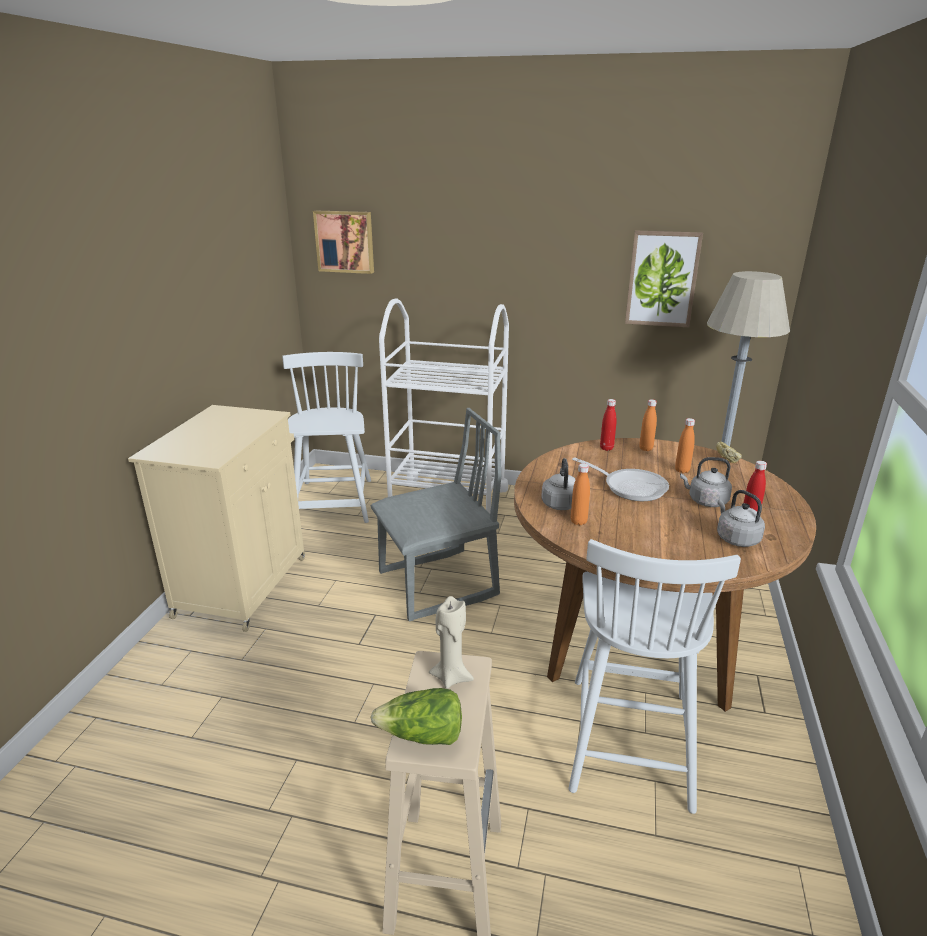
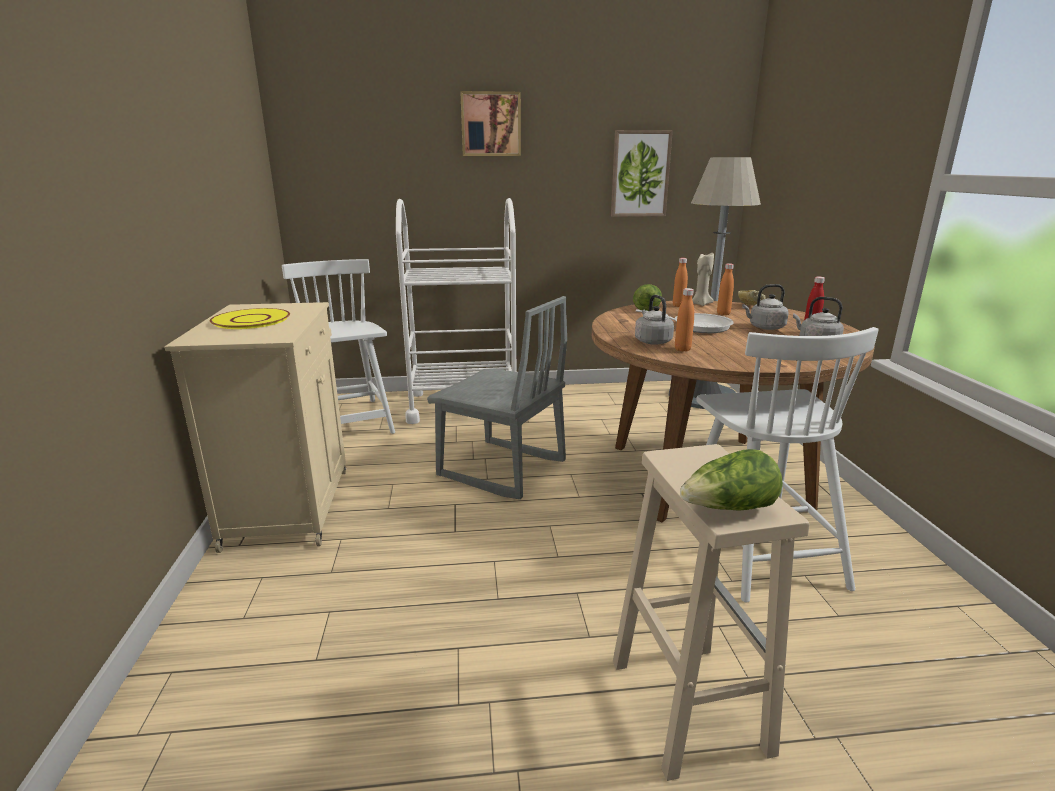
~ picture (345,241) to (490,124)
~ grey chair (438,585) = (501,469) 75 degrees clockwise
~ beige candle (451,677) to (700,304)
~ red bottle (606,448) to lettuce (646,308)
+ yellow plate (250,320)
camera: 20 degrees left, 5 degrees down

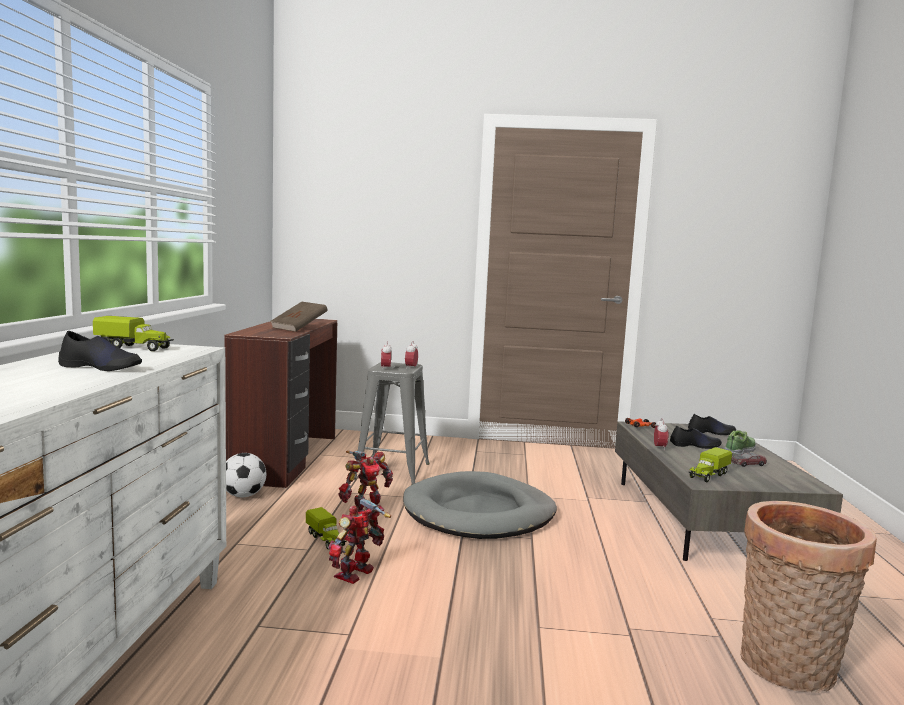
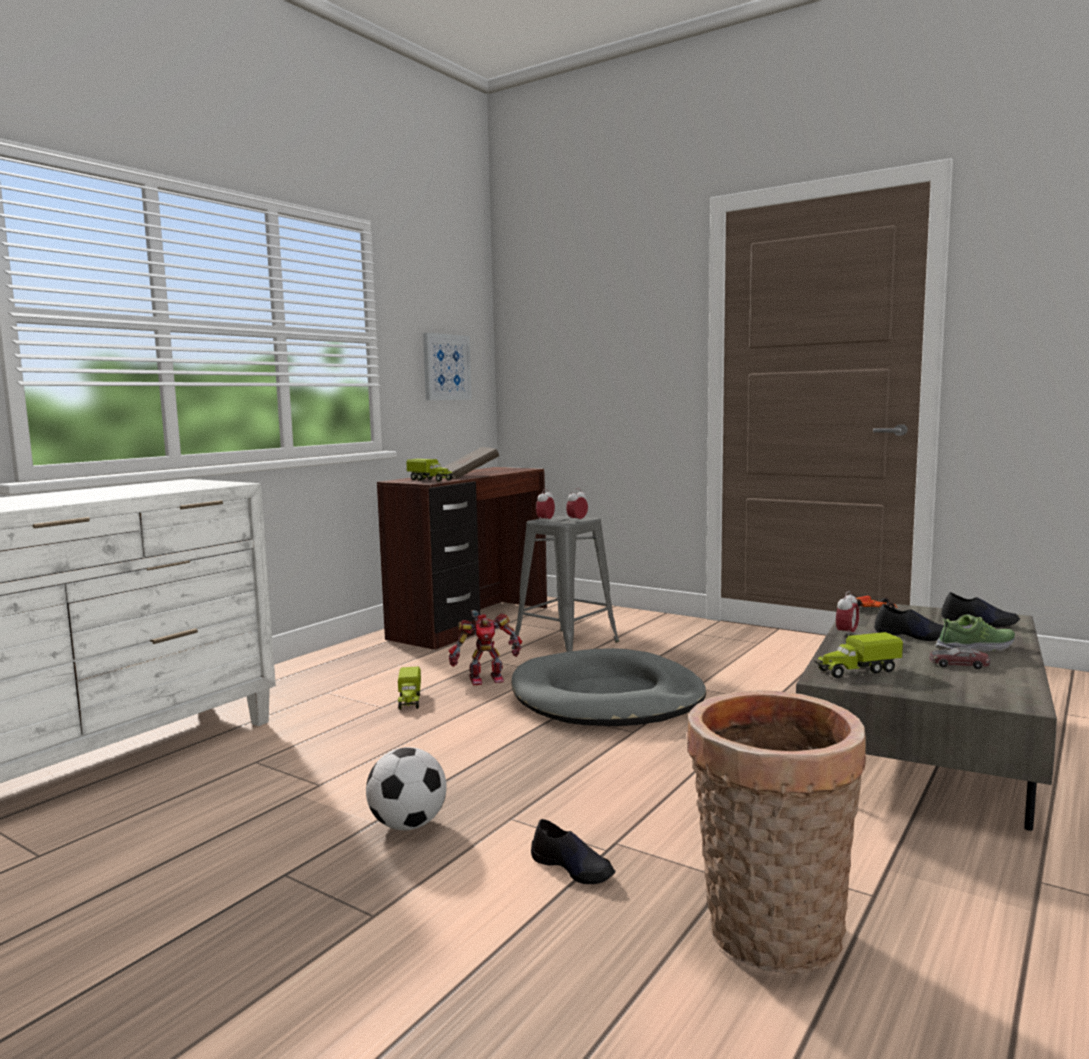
~ black shoe (101,367) to (573,867)
~ toy truck (134,348) to (431,480)
~ football (243,495) to (408,825)
- toy robot (356,574)
+ picture (446,367)
camera: 30 degrees right, 0 degrees up

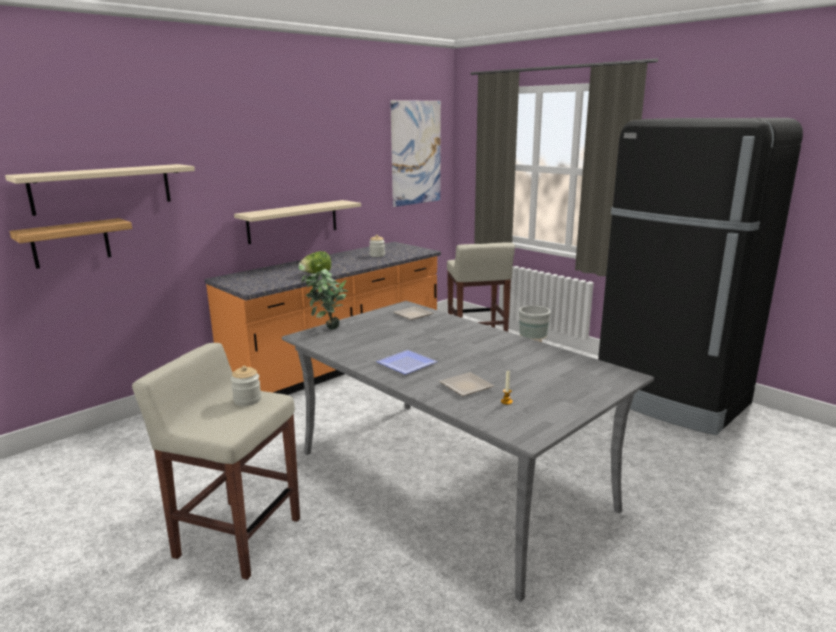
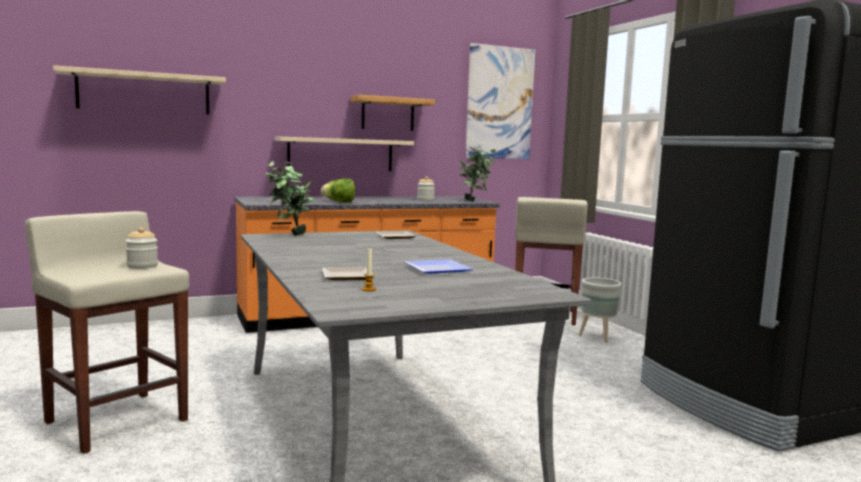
~ shelf (71,243) to (387,114)
~ plate (406,365) to (436,270)
+ potted plant (475,201)
camera: 20 degrees right, 10 degrees down

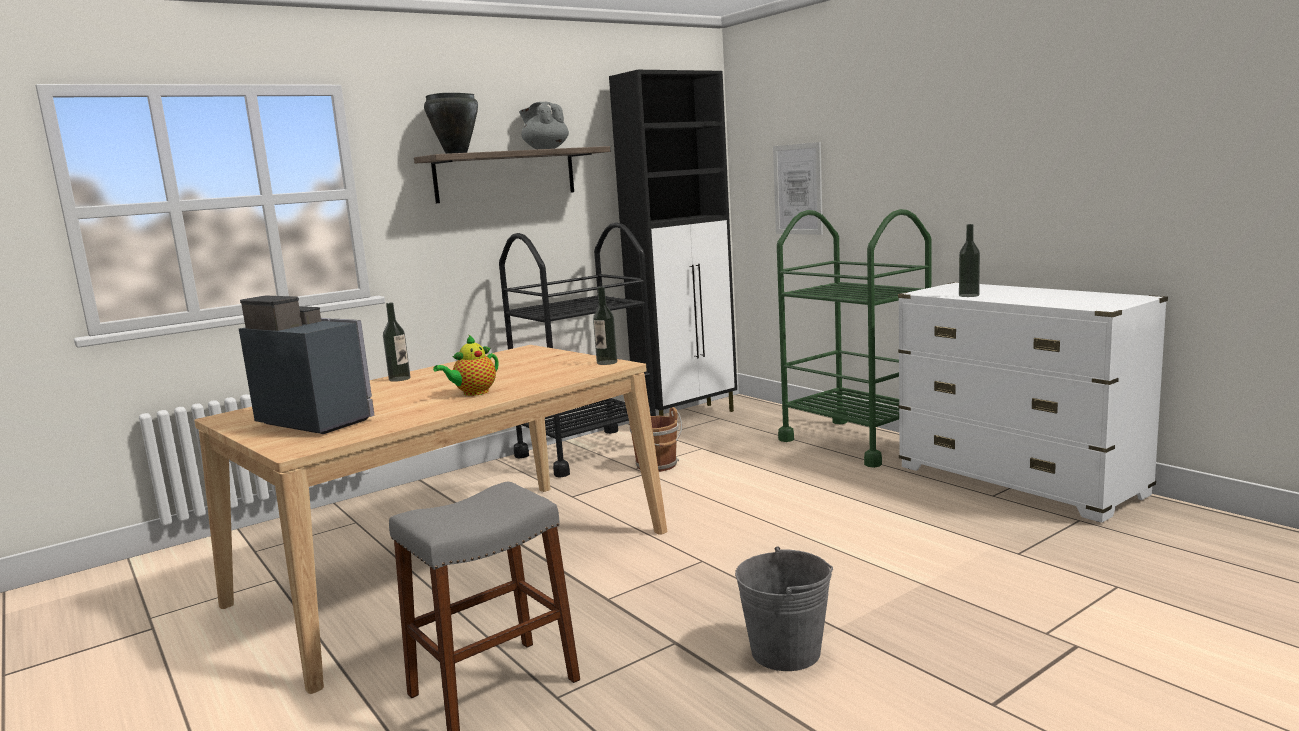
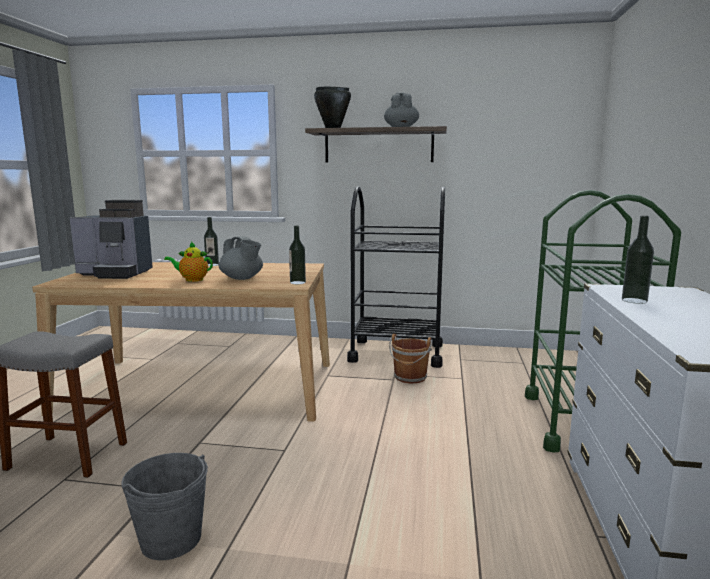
~ coffee machine (318,420) = (116,273) 105 degrees clockwise
- black cabinet (688,417)
- picture (798,189)
+ grey teapot (242,278)
camera: 45 degrees right, 0 degrees up

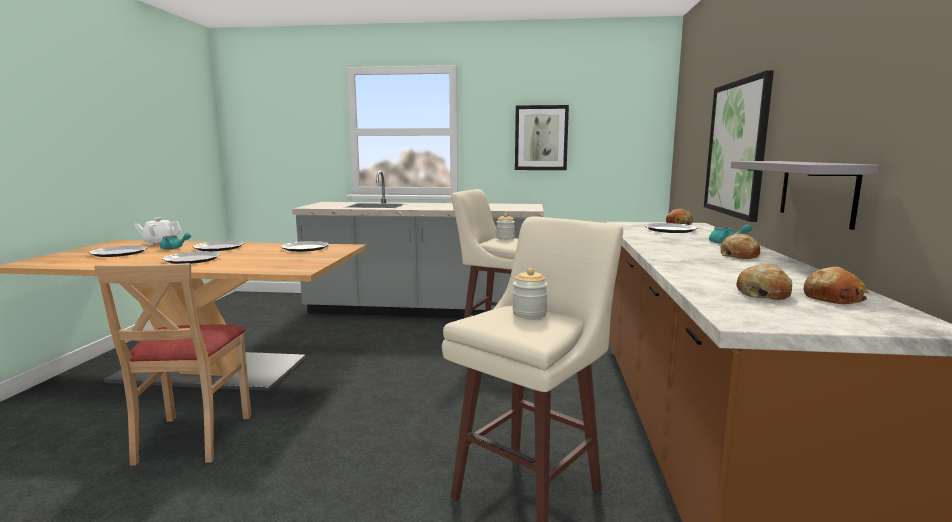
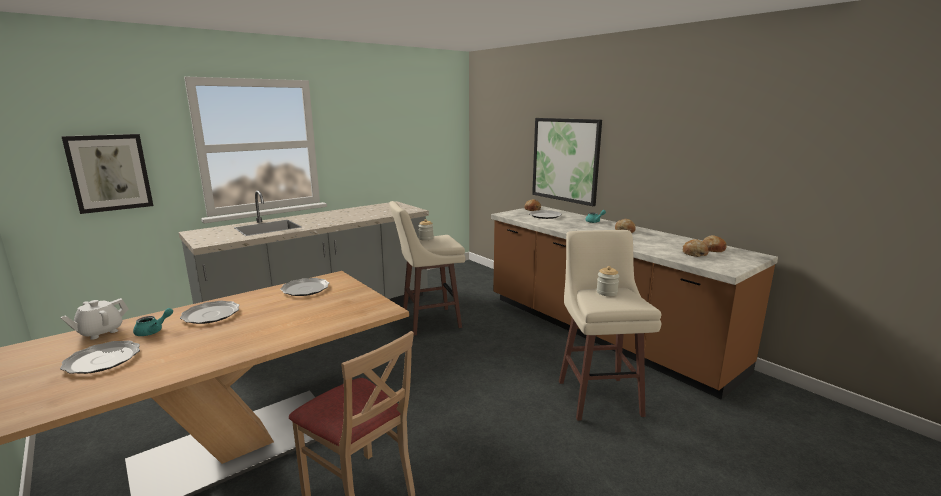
- plate (192,260)
~ picture (541,138) to (110,172)
- grey shelf (817,191)
camera: 45 degrees left, 5 degrees up

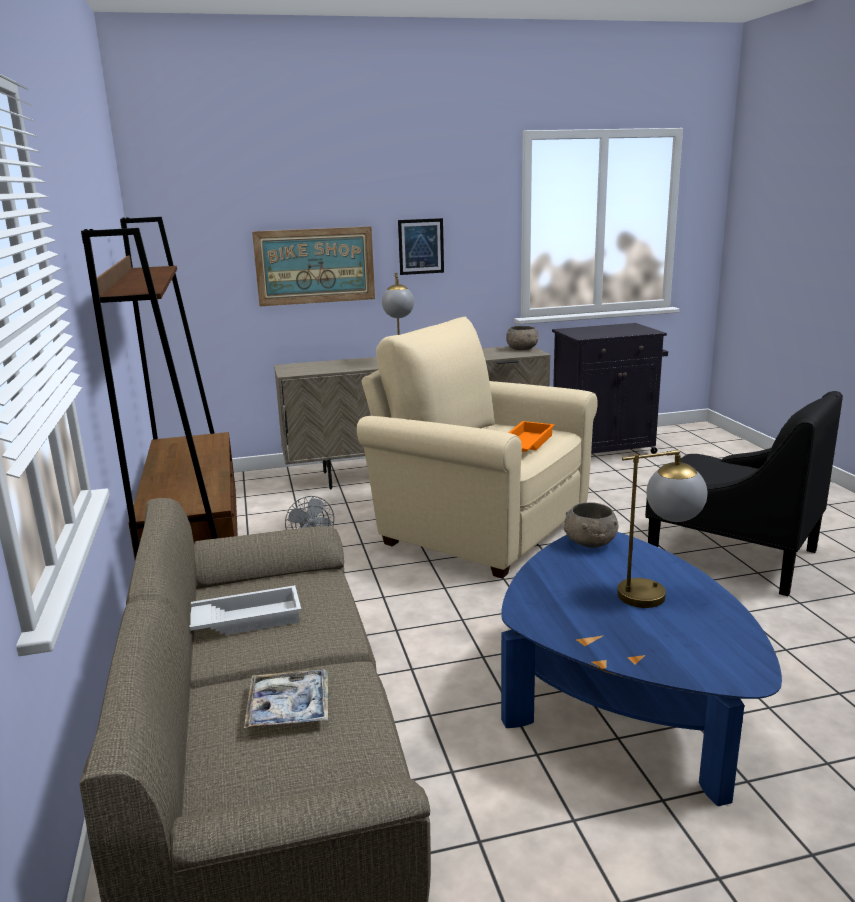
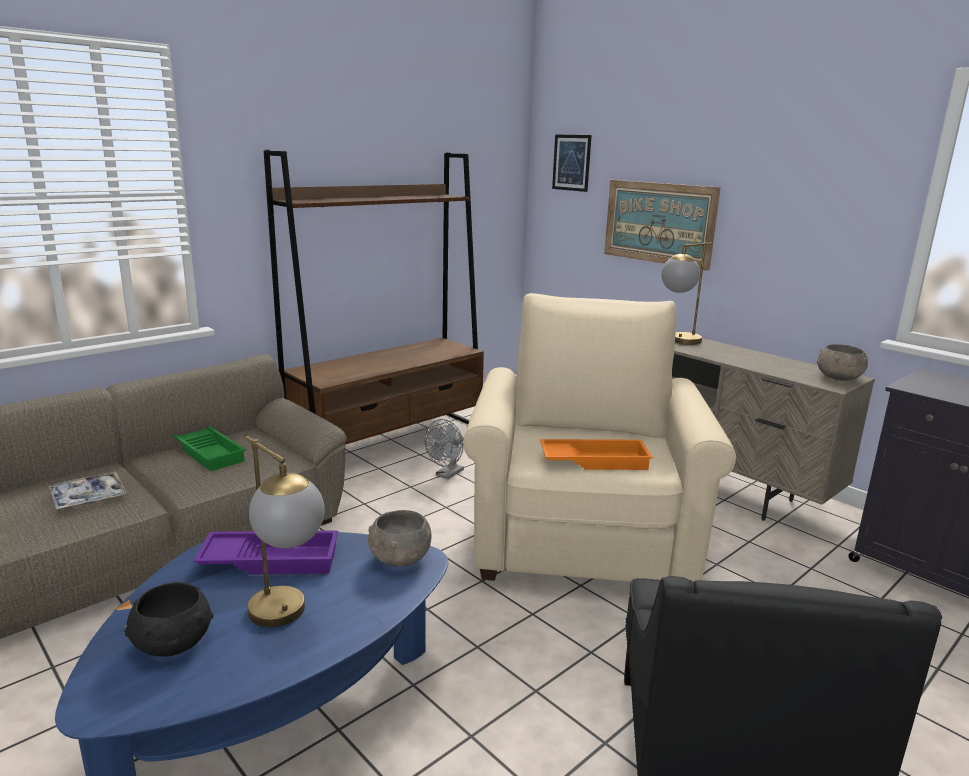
~ white tray (240,619) to green tray (209,451)
~ picture (421,246) to (571,162)
+ black bowl (173,644)
+ purple tray (271,559)
camera: 60 degrees right, 0 degrees up

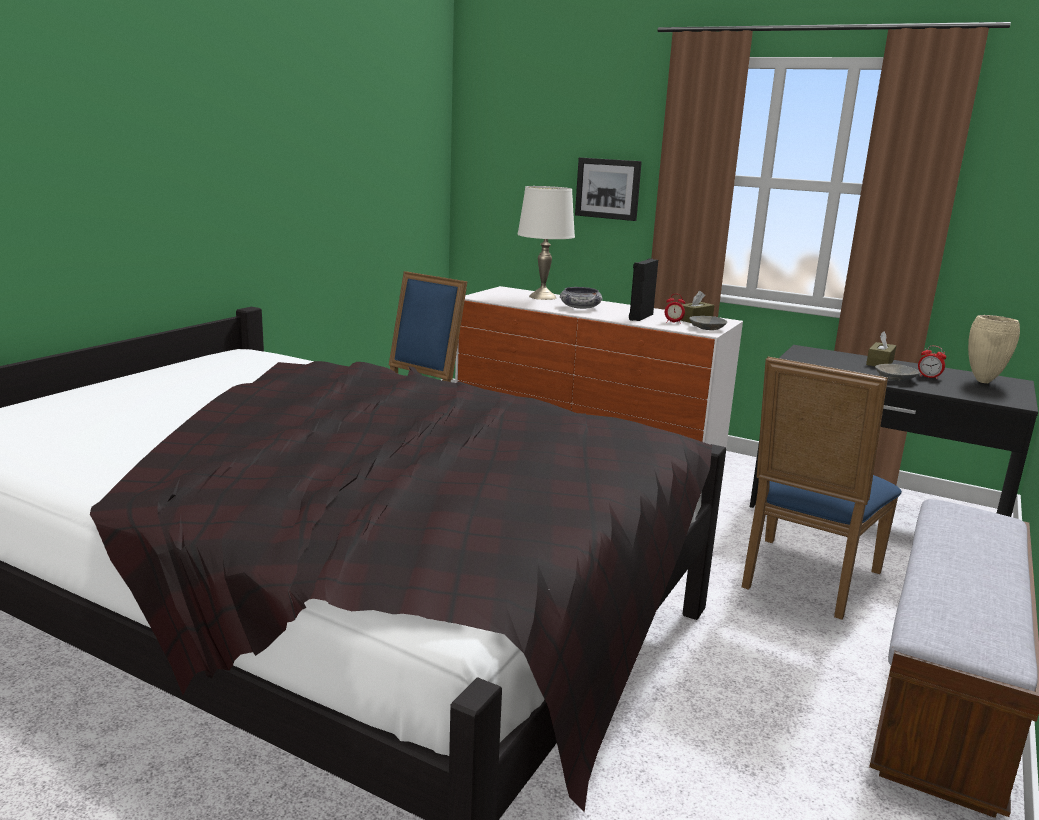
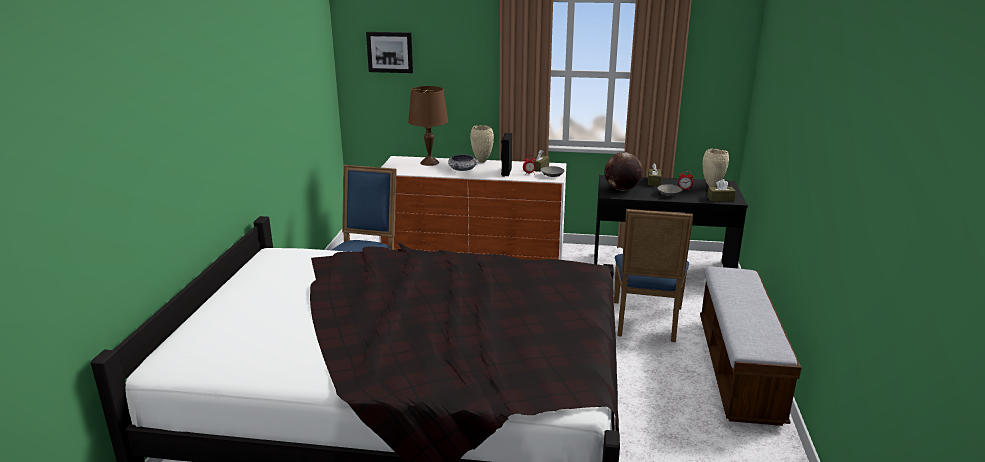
~ white table lamp (543,297) to brown table lamp (429,162)
~ picture (608,188) to (390,52)
+ beige vase (482,161)
+ globe (621,189)
+ brown tissue box (720,198)
camera: 20 degrees left, 5 degrees up

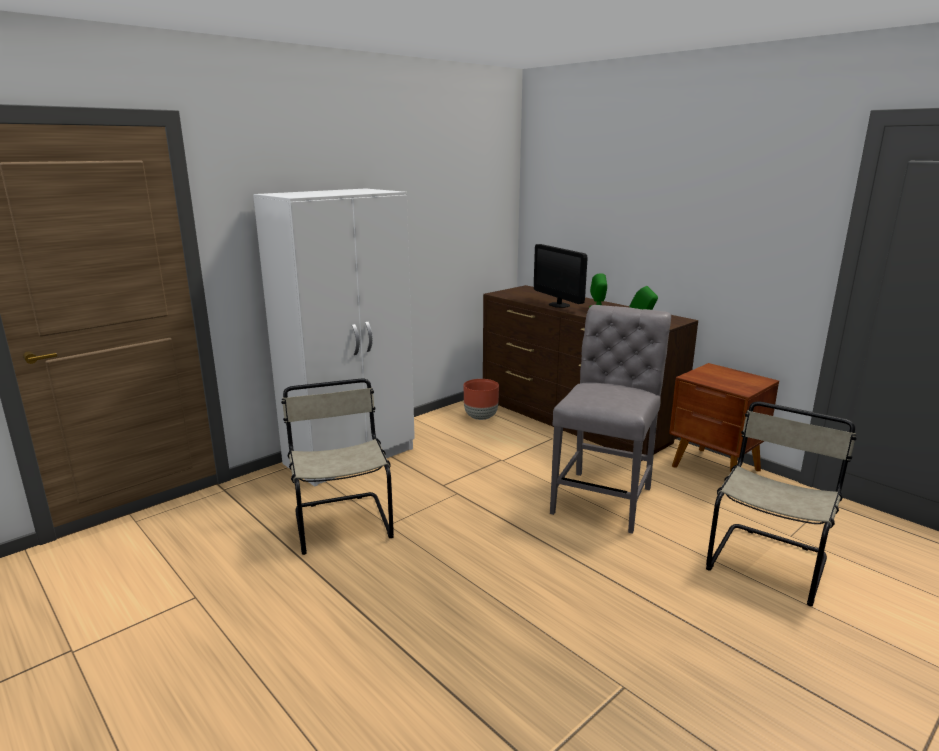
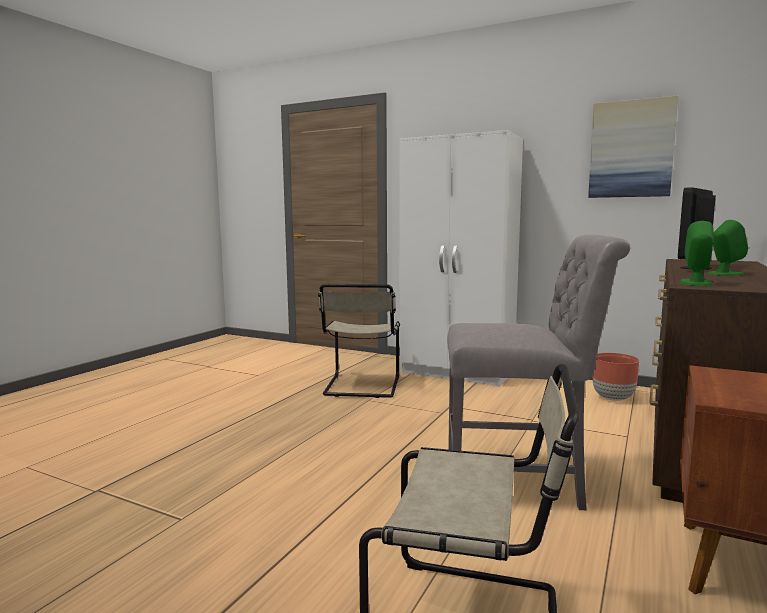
~ beige chair (341,521) = (361,387) 135 degrees clockwise
+ picture (631,149)
camera: 70 degrees right, 10 degrees down

